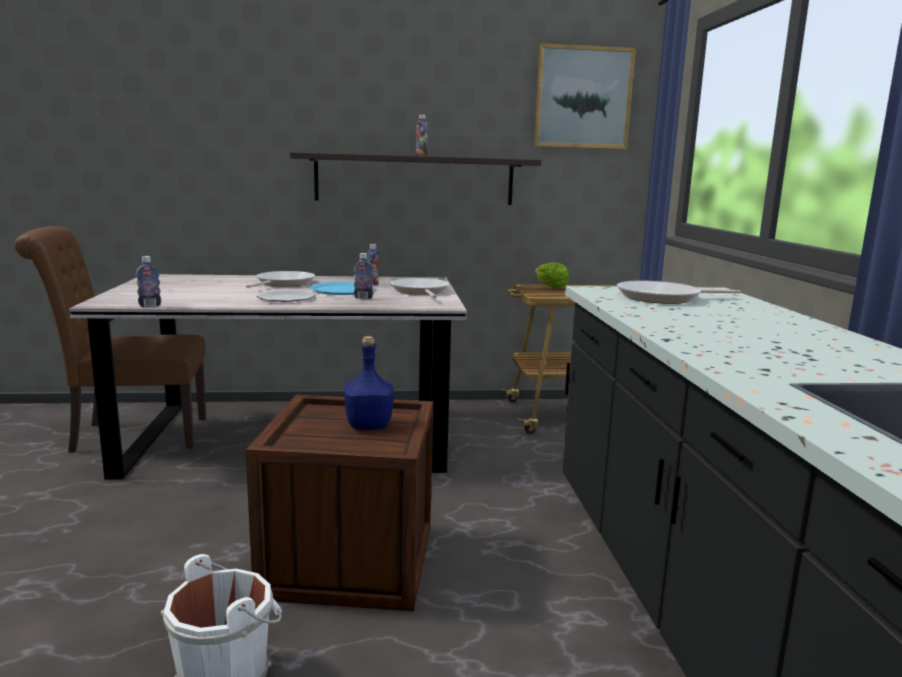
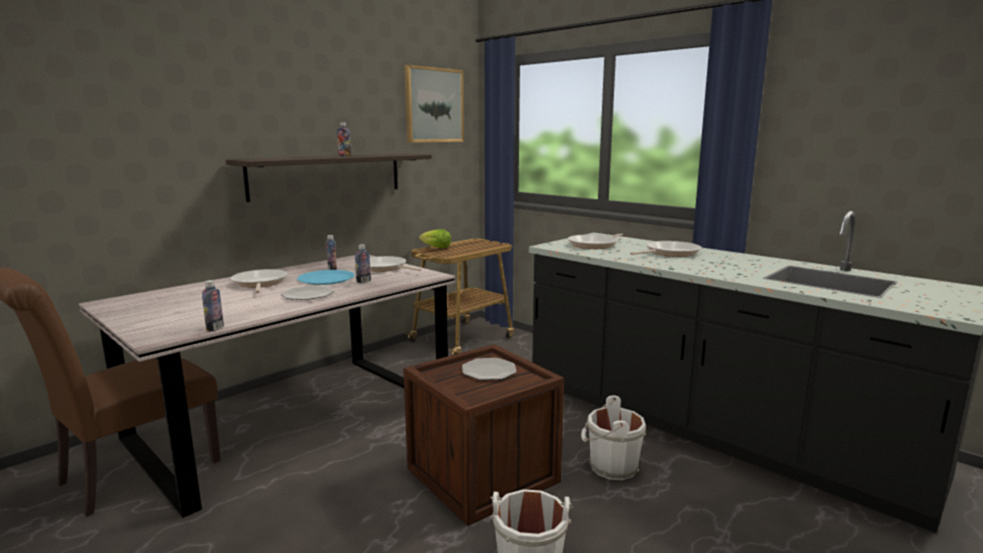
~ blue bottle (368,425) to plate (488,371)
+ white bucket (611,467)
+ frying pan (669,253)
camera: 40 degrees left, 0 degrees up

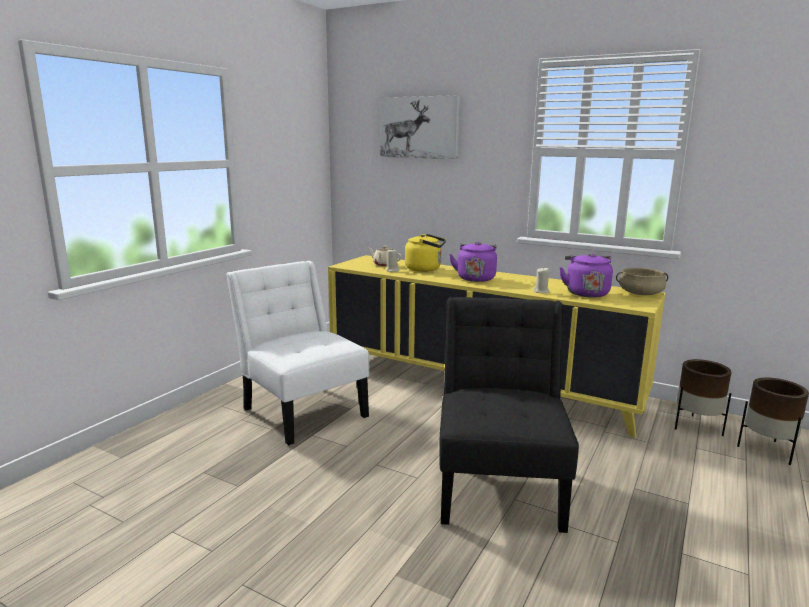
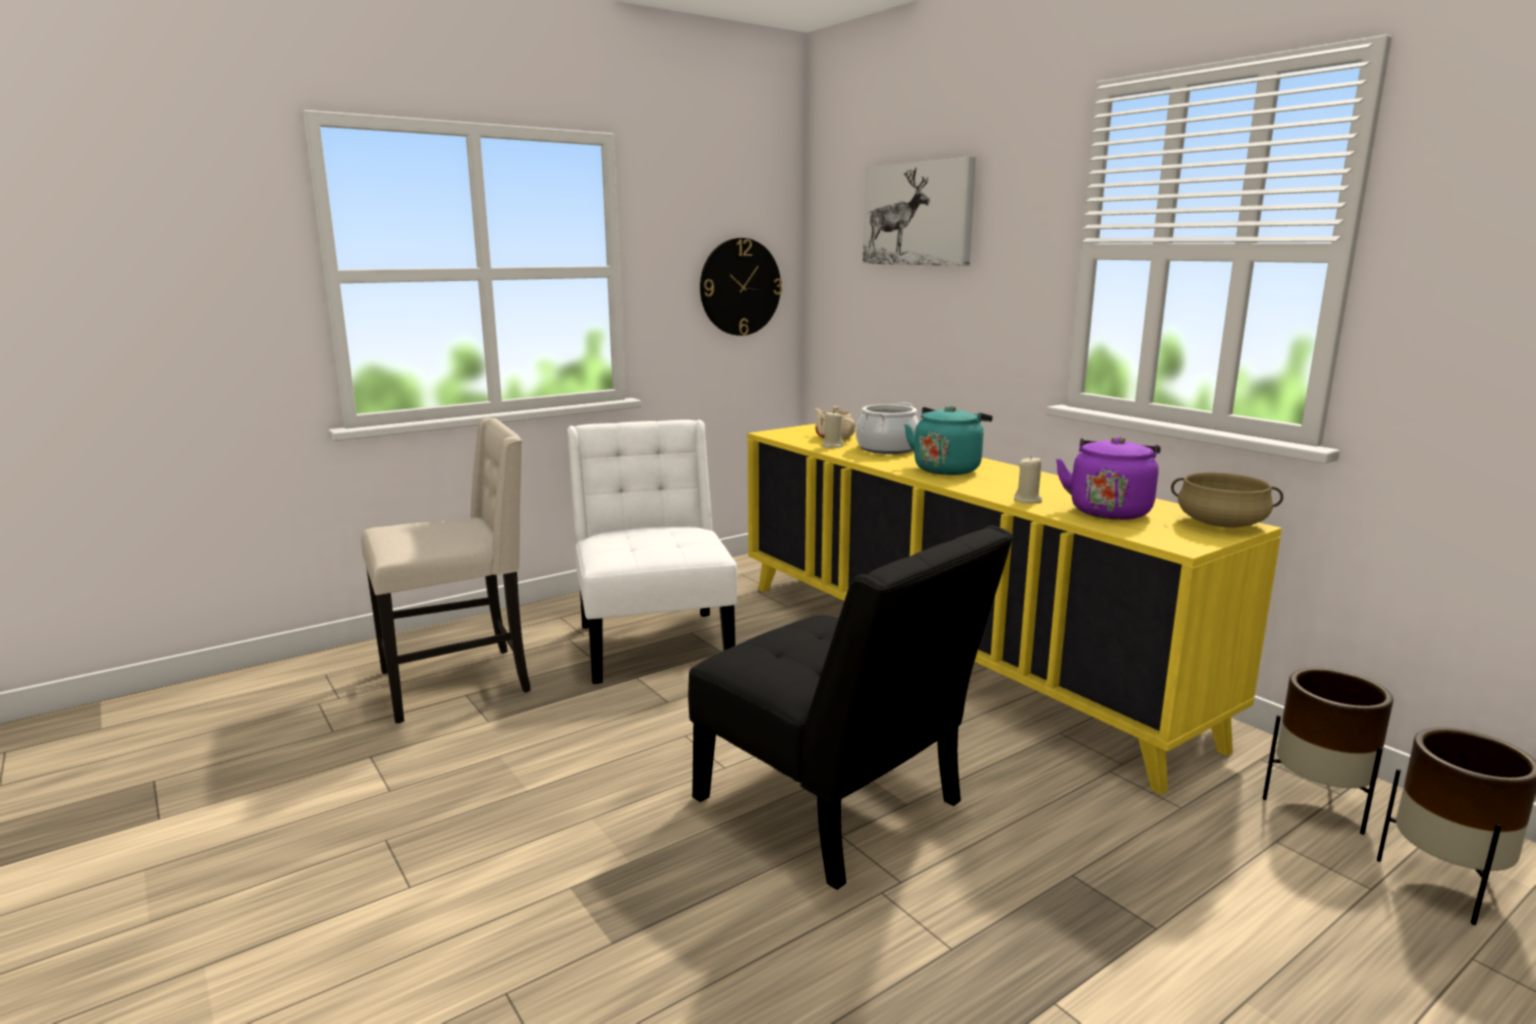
~ yellow kettle (425,269) to cooking pot (887,449)
~ black chair (499,485) = (837,808) 105 degrees clockwise
~ purple kettle (475,278) to turquoise kettle (947,469)
+ beige chair (459,682)
+ wall clock (740,287)
camera: 25 degrees right, 0 degrees up

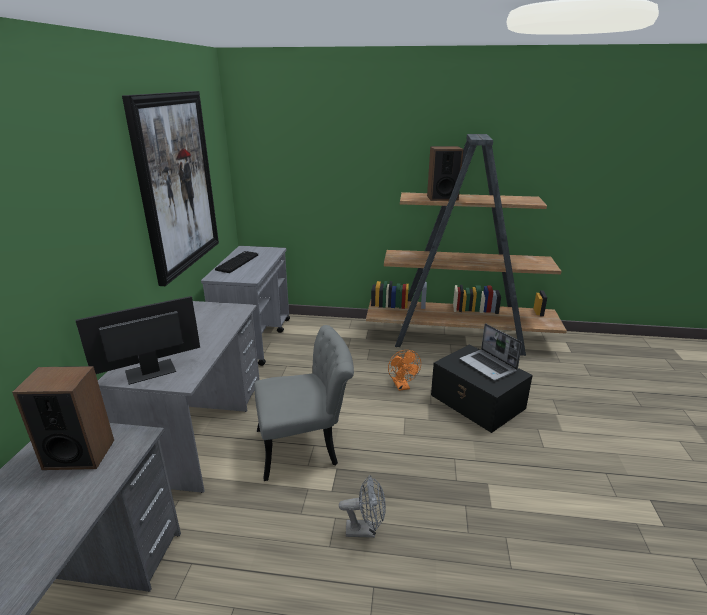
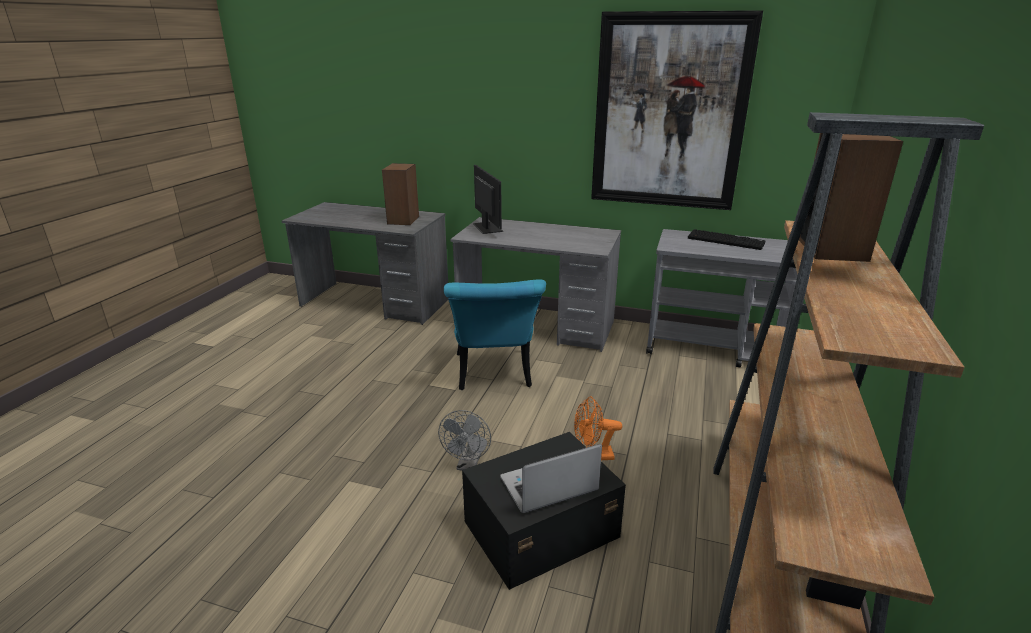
~ grey chair (306,445) to turquoise chair (494,375)
~ grey fan (365,530) to (468,465)
camera: 100 degrees right, 0 degrees up

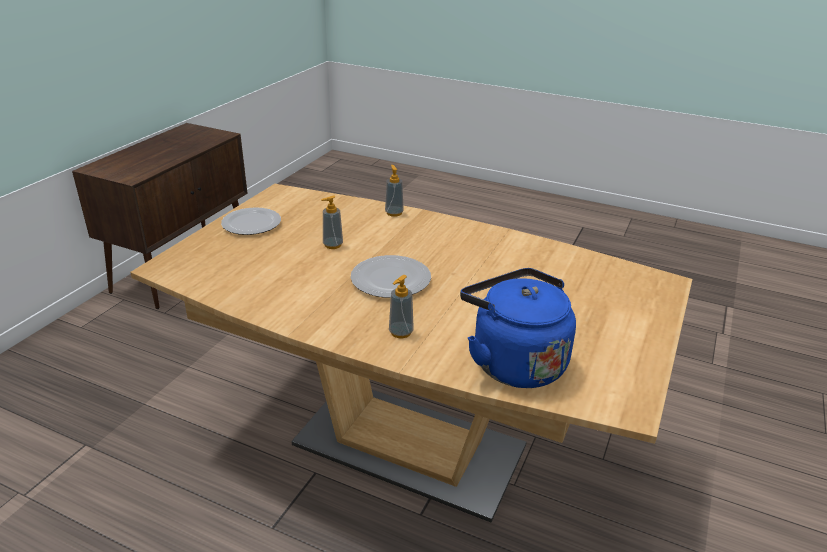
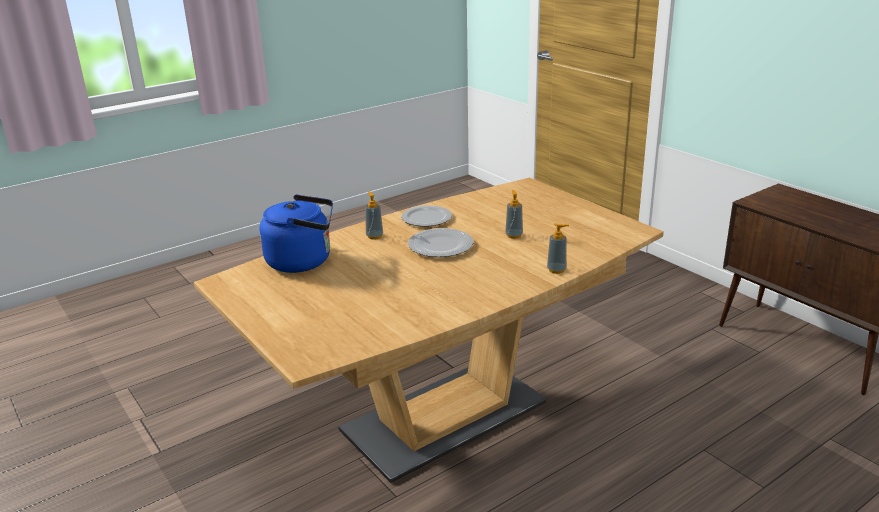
~ plate (251,224) to (426,218)
camera: 120 degrees right, 5 degrees down

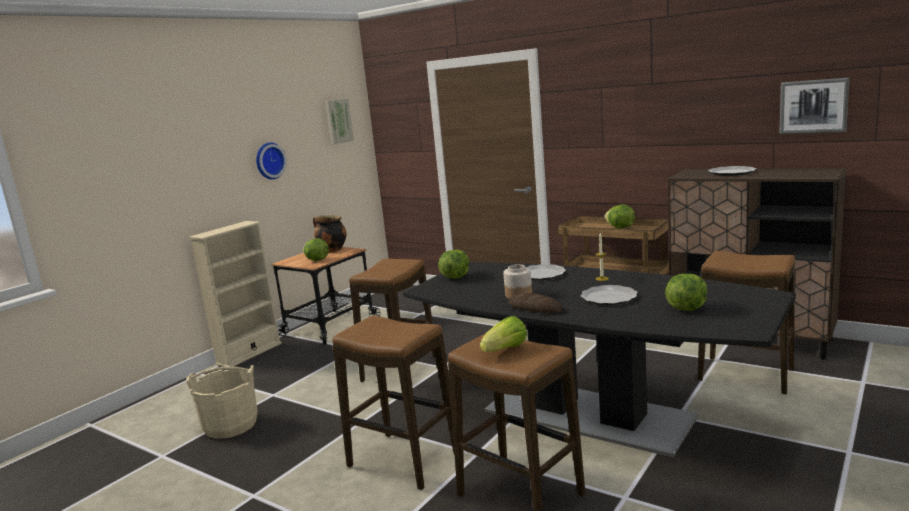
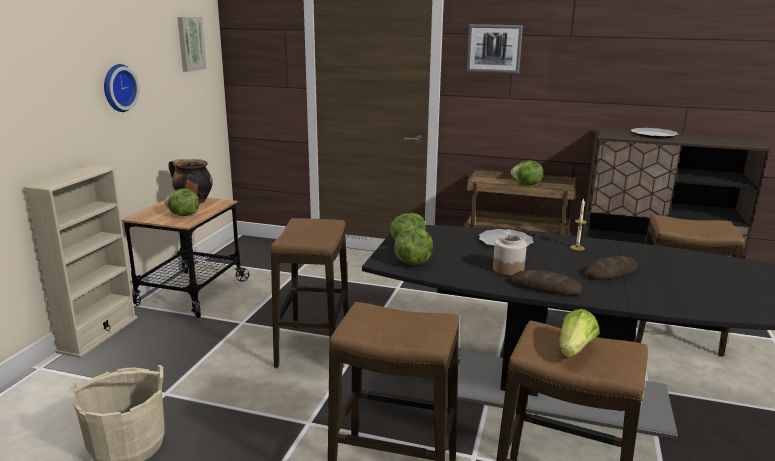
~ plate (608,297) to bread (611,272)
~ lettuce (686,308) to (413,262)
~ picture (813,106) to (494,48)
camera: 20 degrees left, 5 degrees up

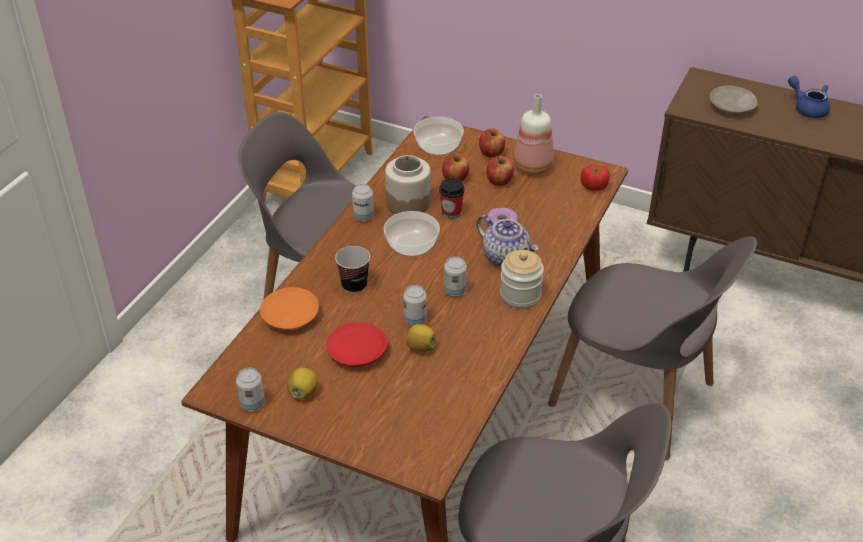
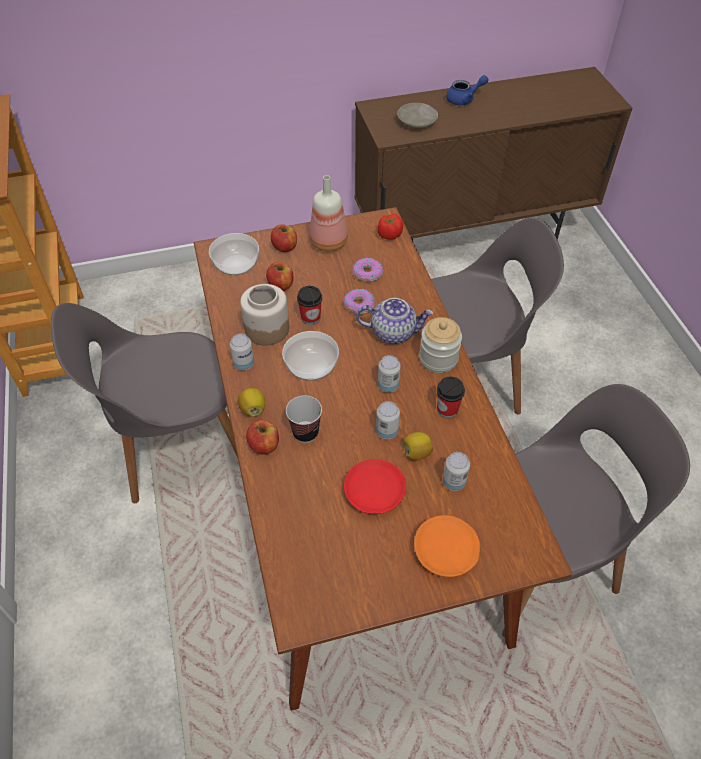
~ can (252,404) to (454,482)
~ orange plate (290,317) to (445,552)
~ lemon (303,392) to (253,409)
~ apple (499,181) to (264,445)
~ blue teapot (807,108) = (464,99) 150 degrees clockwise
+ donut (367,273)
+ cup (447,409)
camera: 40 degrees left, 10 degrees up

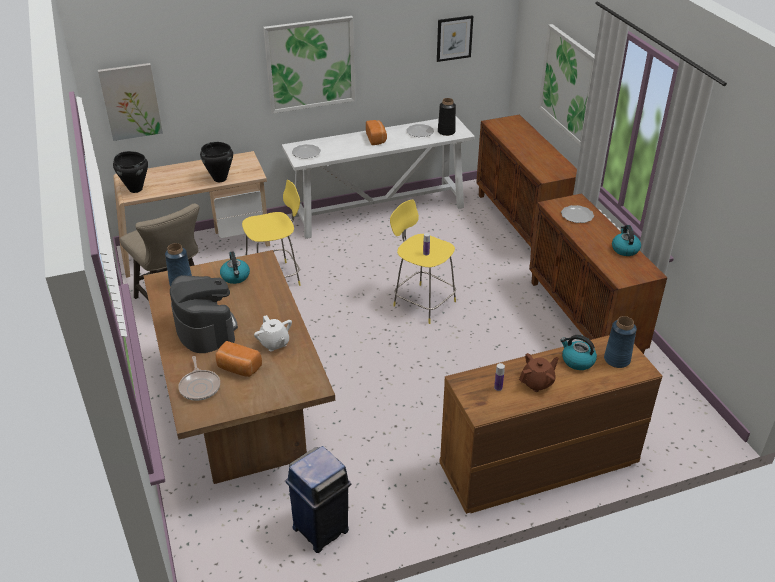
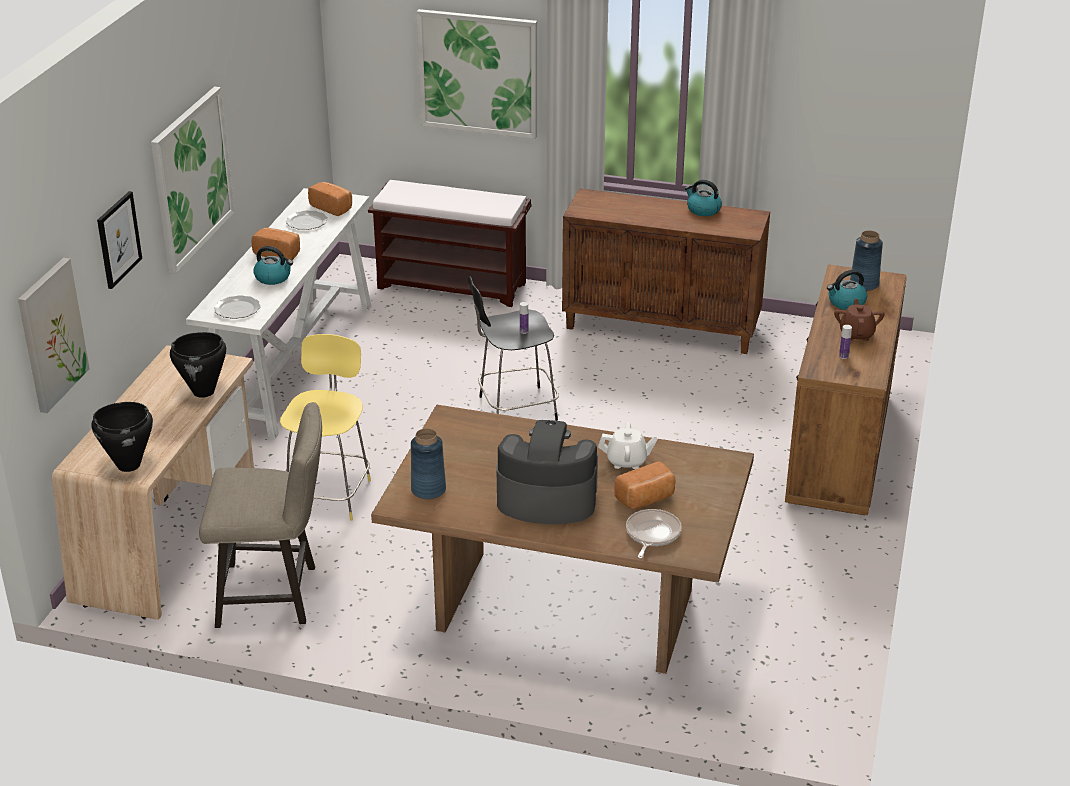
~ frying pan (200,386) = (652,534) 90 degrees counterclockwise
~ kettle (235,277) to (273,278)
- blue trash can (321,528)
~ yellow stool (422,302) to black stool (514,408)
~ picture (454,38) to (118,239)
~ black vase (446,132) to bread (332,207)
~ brown cabinet (522,223) to brown bench (453,285)
- plate (576,215)
camera: 55 degrees left, 5 degrees down

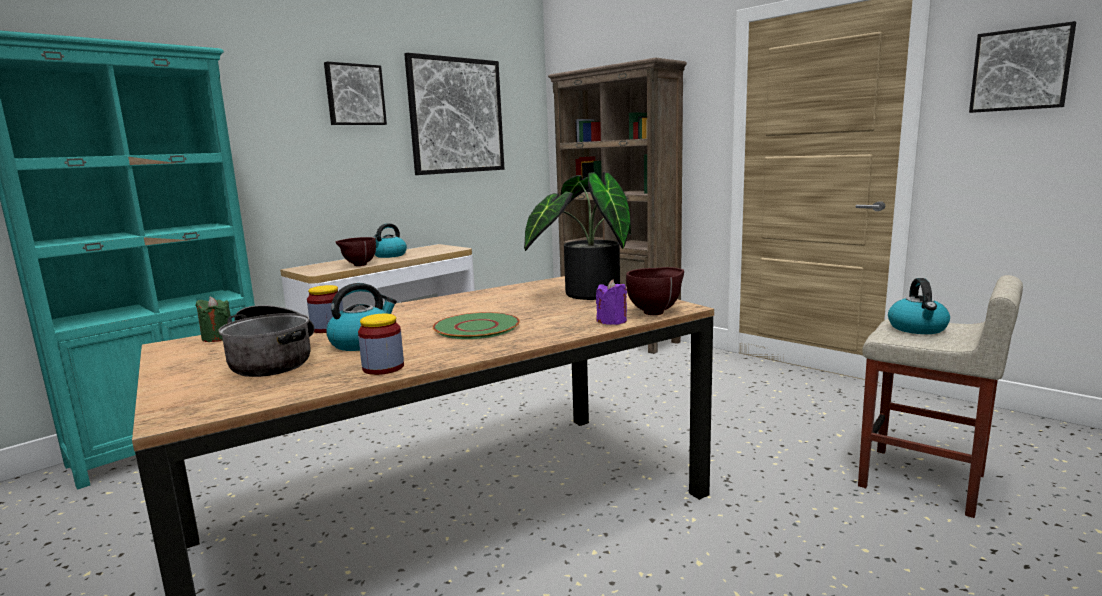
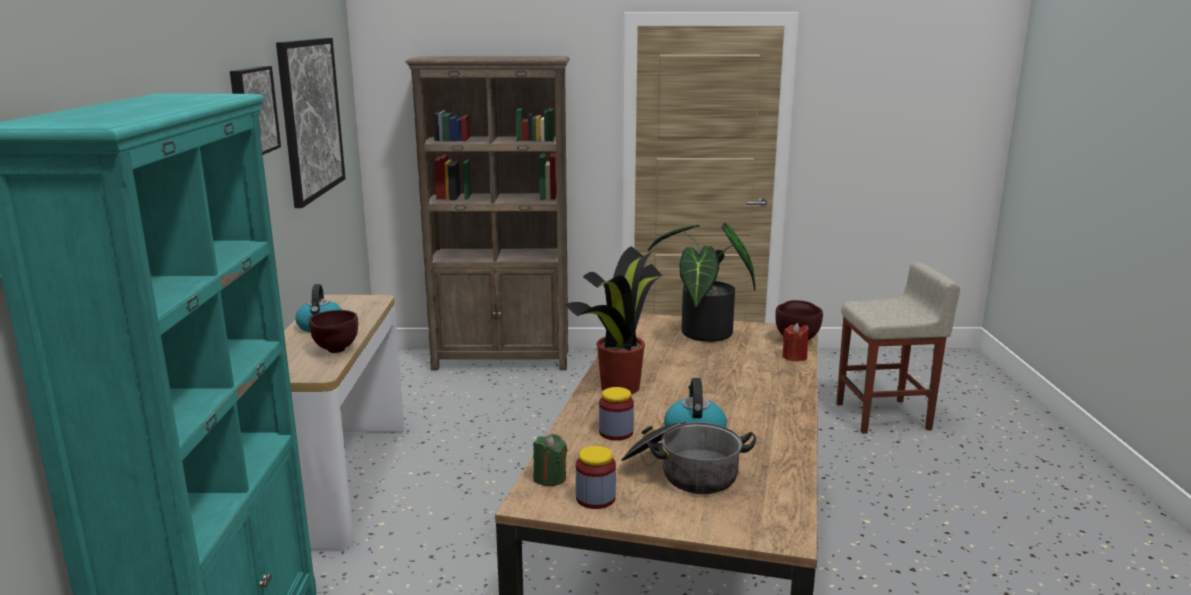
~ jar (383,367) to (595,498)
- green plate (477,327)
~ purple candle (612,321) to red candle (794,357)
- kettle (917,328)
- picture (1020,70)
+ potted plant (621,386)
camera: 45 degrees left, 5 degrees up

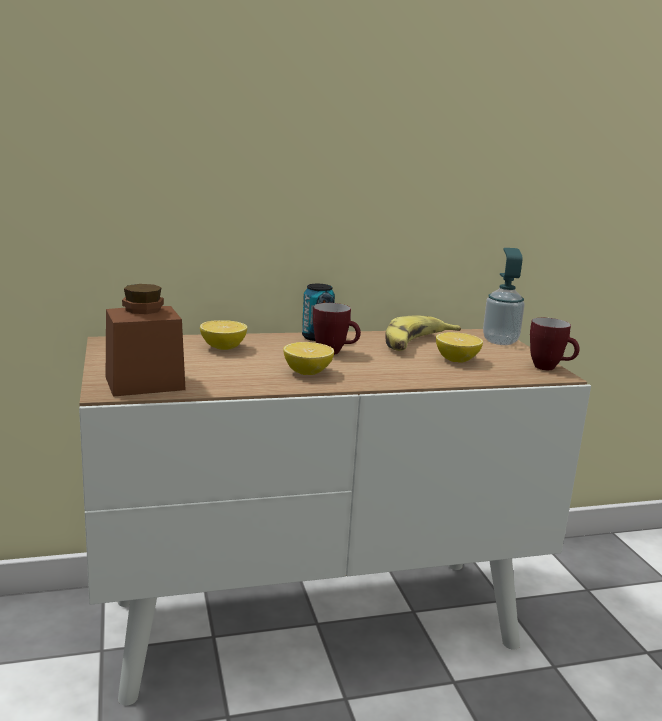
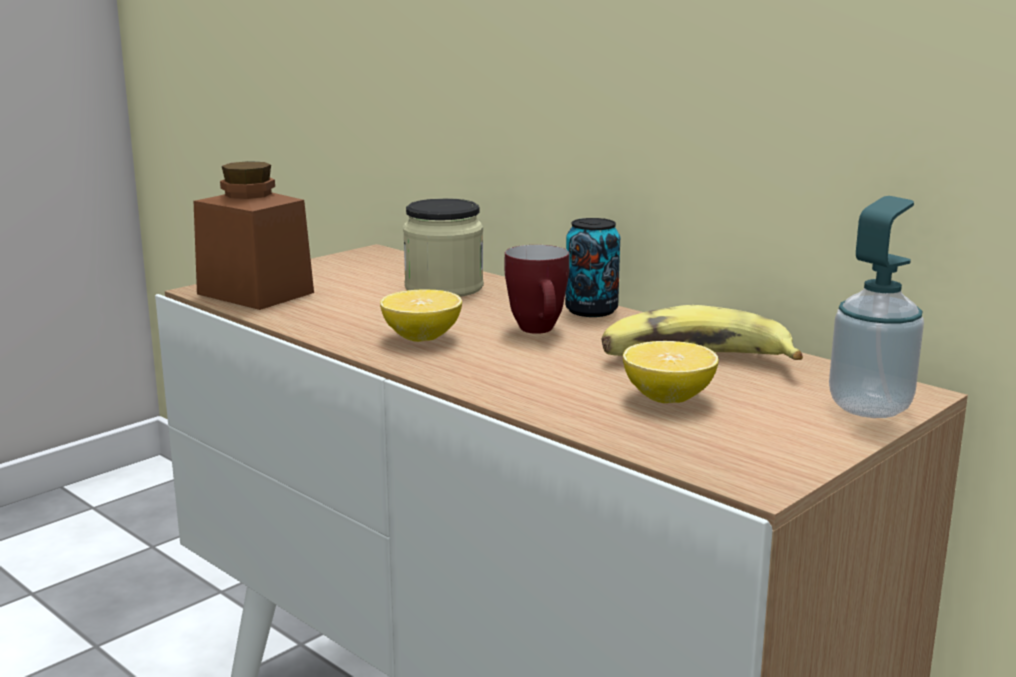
~ lemon (223,347) to jar (444,288)
- mug (550,368)
camera: 60 degrees right, 0 degrees up

